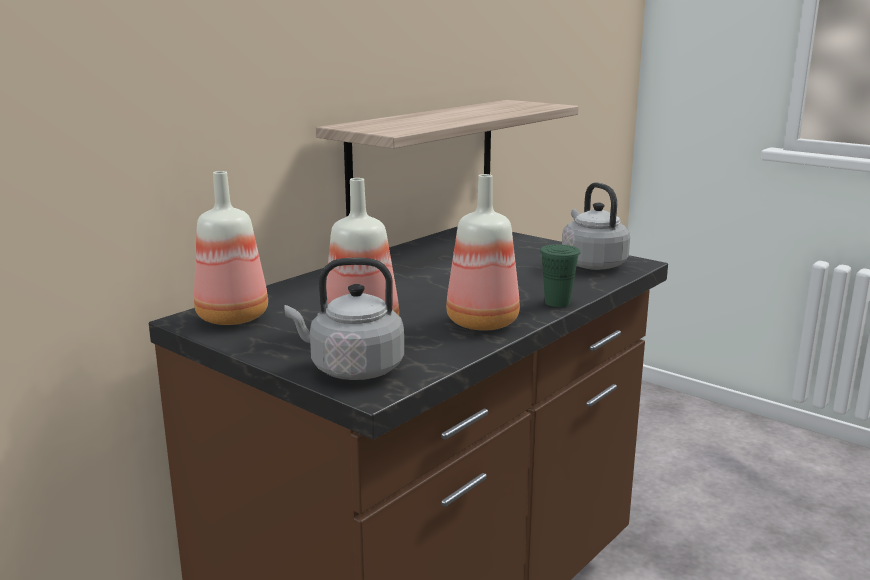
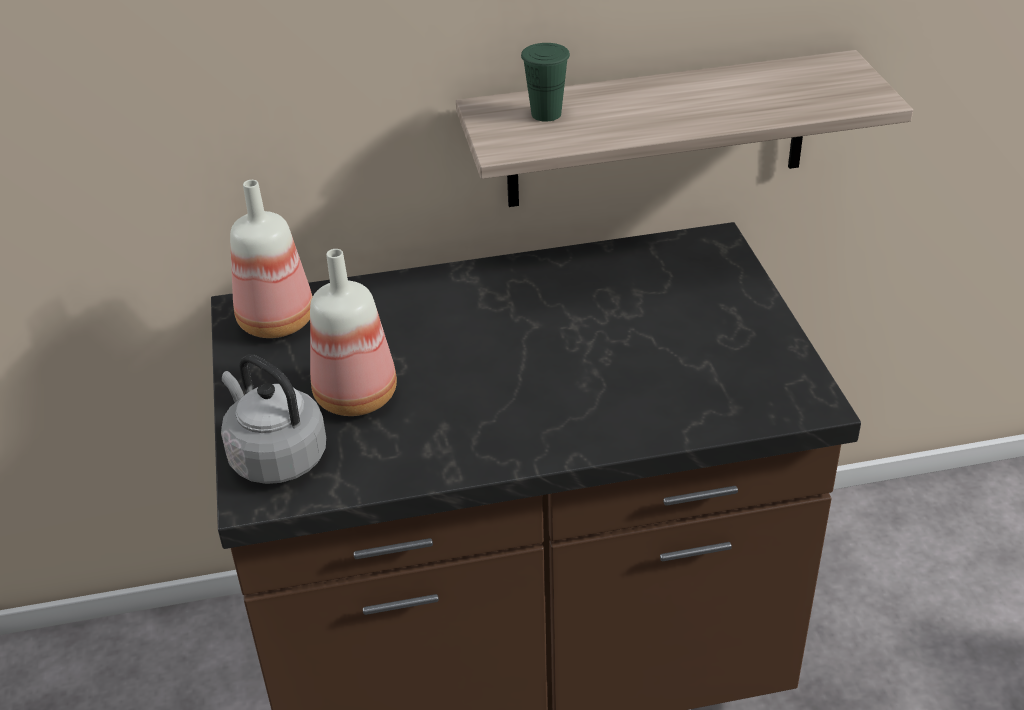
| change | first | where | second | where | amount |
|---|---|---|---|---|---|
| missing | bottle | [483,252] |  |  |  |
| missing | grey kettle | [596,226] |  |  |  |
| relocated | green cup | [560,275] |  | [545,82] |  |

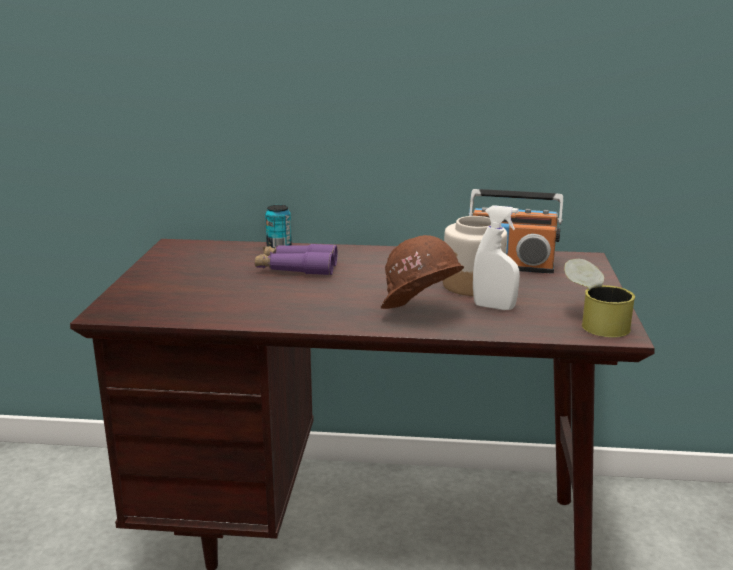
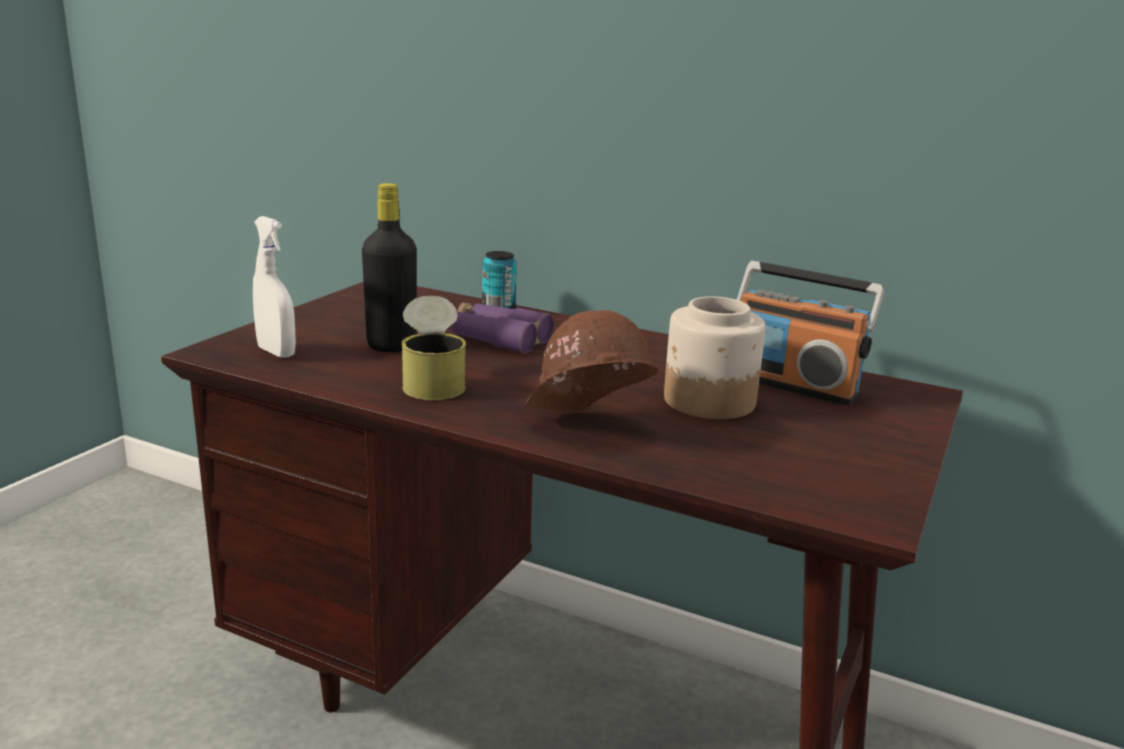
| change | first | where | second | where | amount |
|---|---|---|---|---|---|
| appeared |  |  | black bottle | [389,267] |  |
| relocated | white spray bottle | [496,257] |  | [274,287] |  |
| relocated | can | [599,298] |  | [433,348] |  |

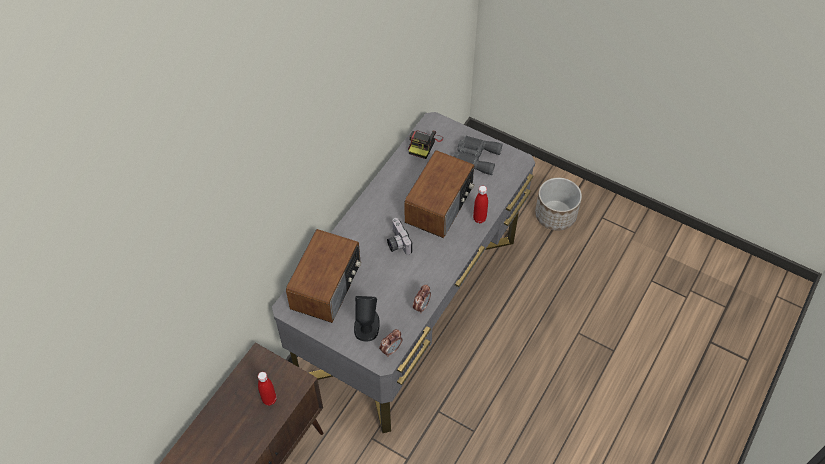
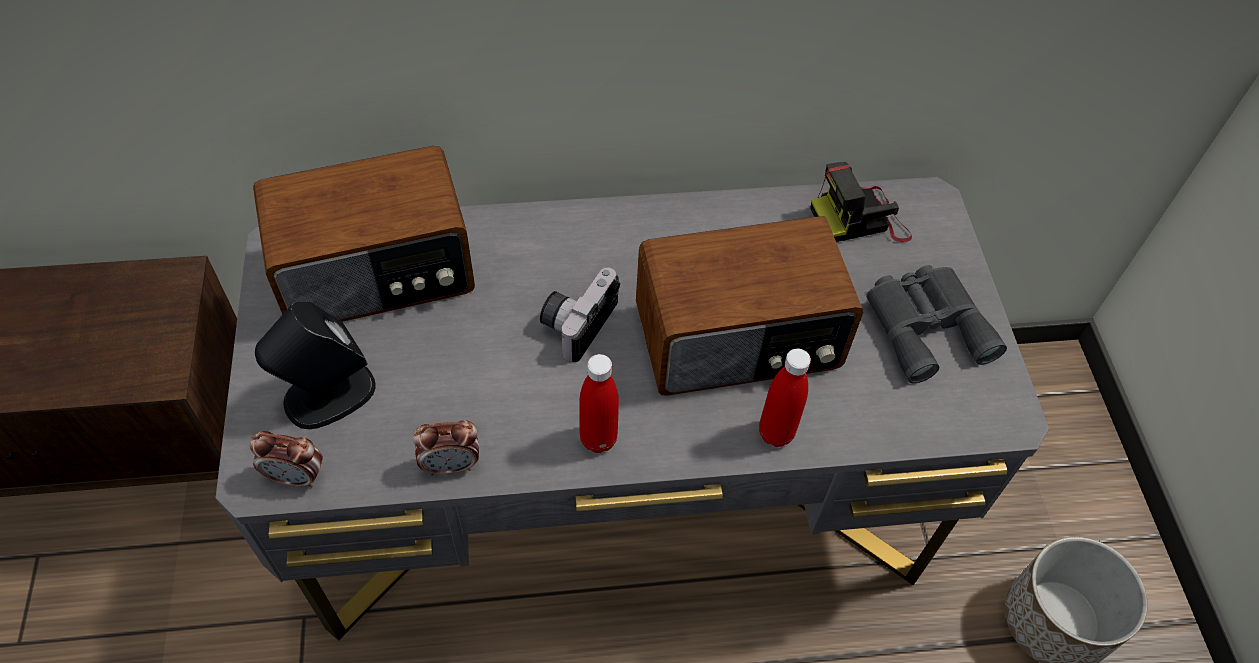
| change | first | where | second | where | amount |
|---|---|---|---|---|---|
| relocated | red bottle | [267,389] |  | [599,403] |  |

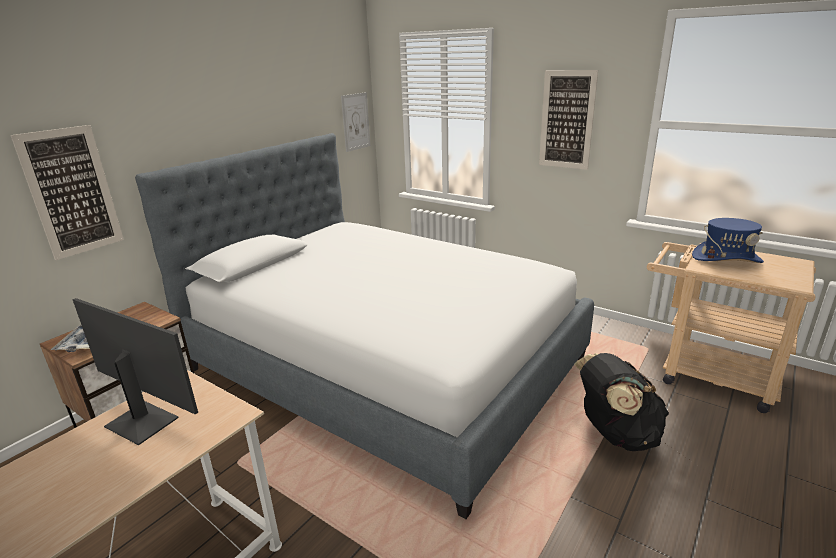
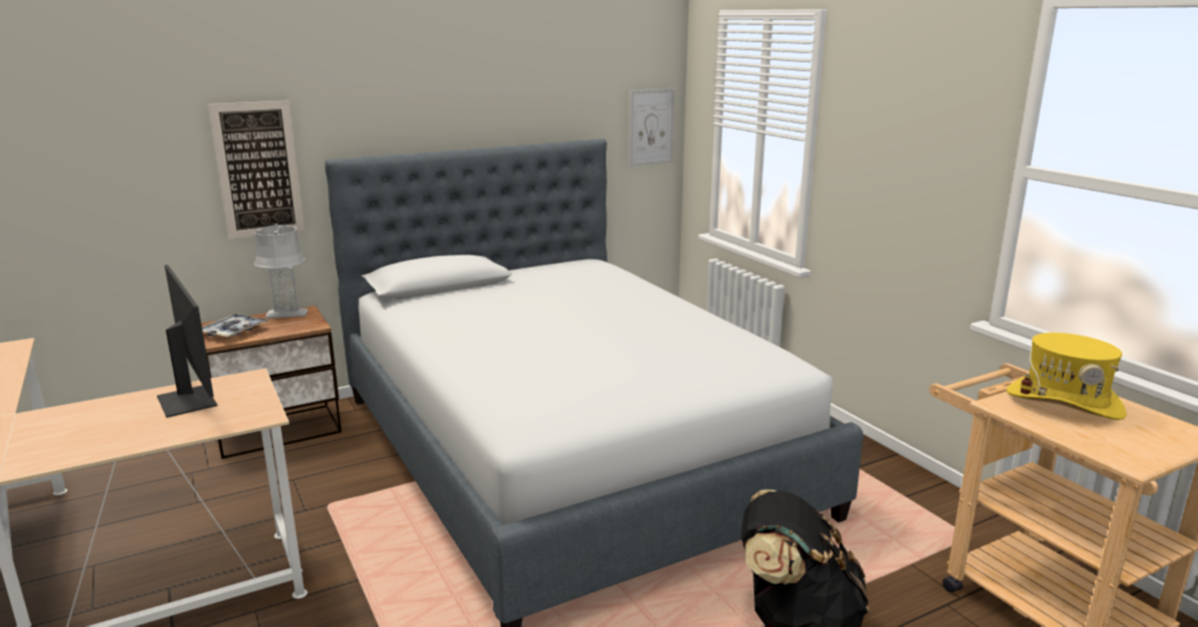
| change | first | where | second | where | amount |
|---|---|---|---|---|---|
| missing | picture | [568,120] |  |  |  |
| appeared |  |  | grey table lamp | [281,271] |  |
| colour | blue hat | [728,240] | yellow hat | [1066,376] |  |

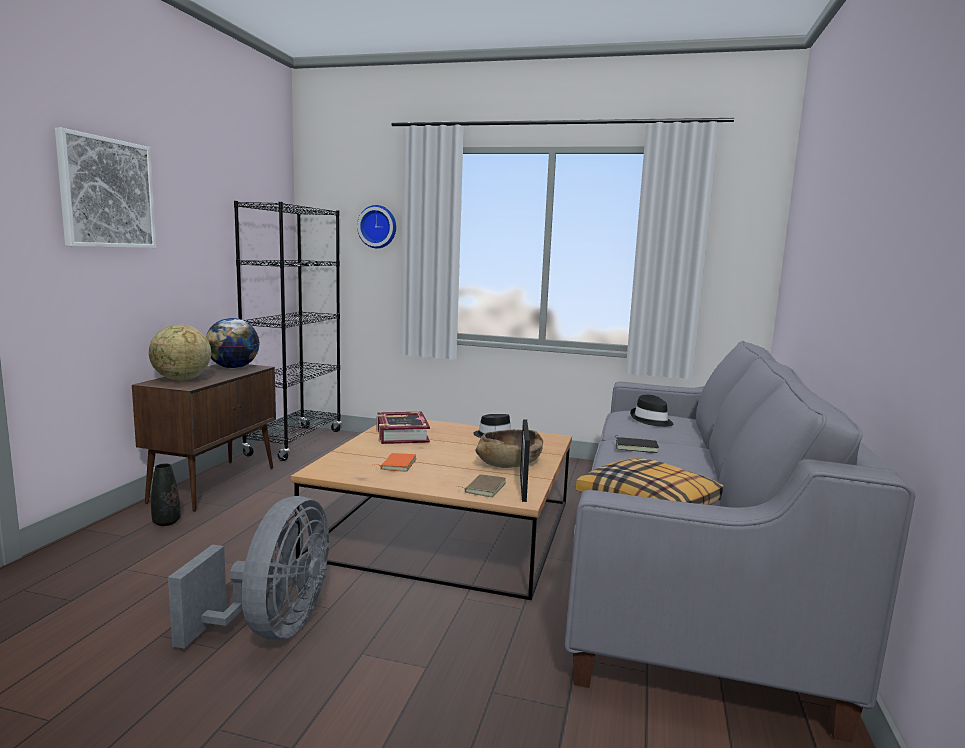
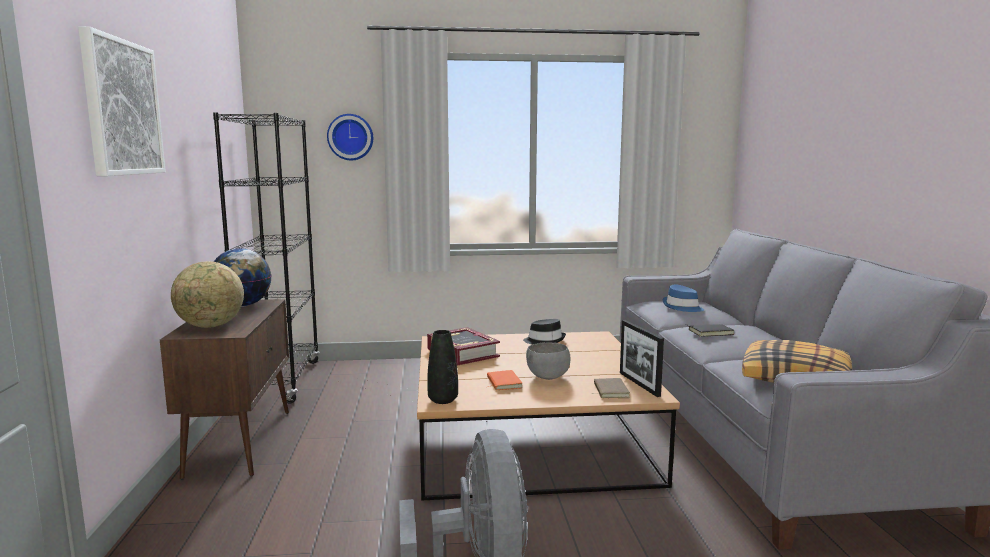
| change | first | where | second | where | amount |
|---|---|---|---|---|---|
| missing | brown bowl | [509,449] |  |  |  |
| appeared |  |  | grey bowl | [548,361] |  |
| relocated | black vase | [166,495] |  | [442,367] |  |
| colour | black hat | [651,411] | blue hat | [683,298] |  |

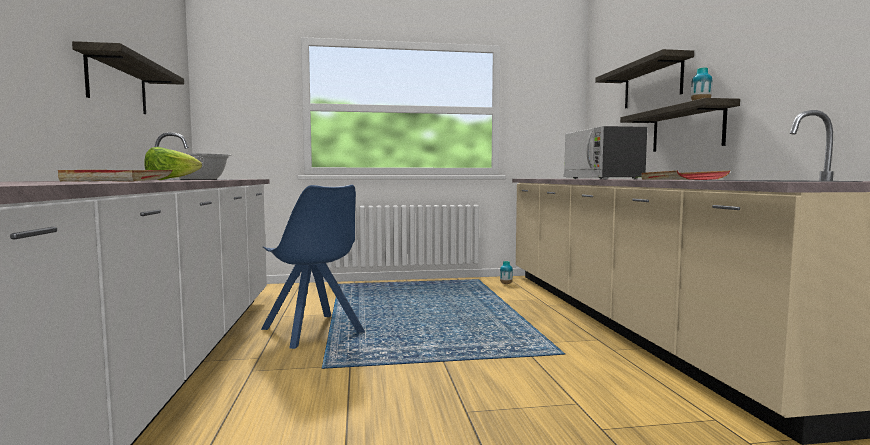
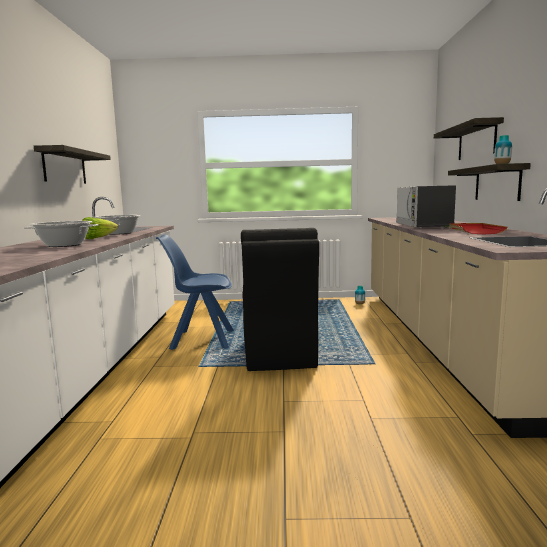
| change | first | where | second | where | amount |
|---|---|---|---|---|---|
| appeared |  |  | black chair | [280,299] |  |
| exchanged | red tray | [115,176] | cooking pot | [61,234] |  |
| spun | blue chair | [313,266] |  | [195,292] | 120 degrees clockwise |

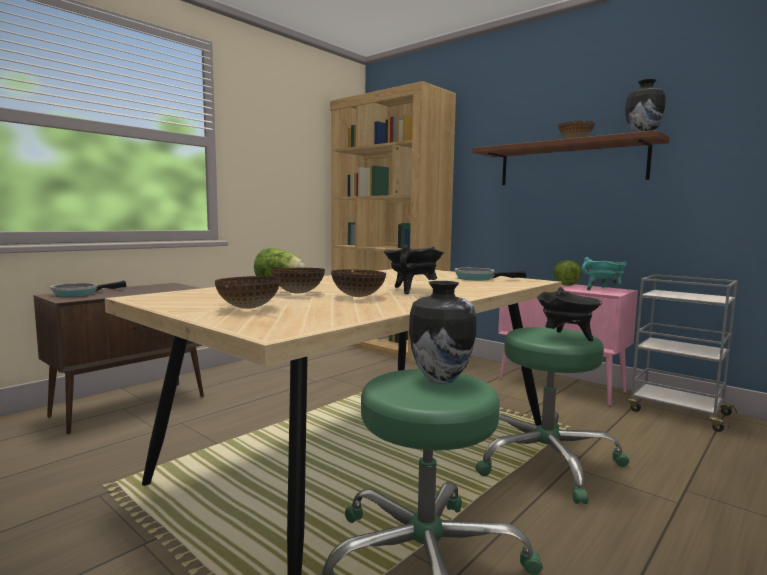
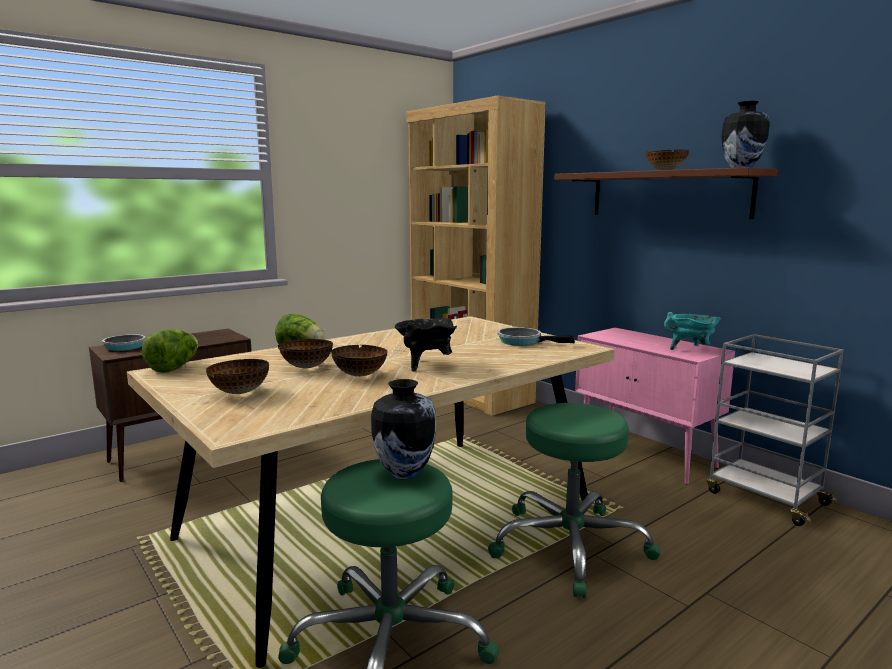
| change | first | where | second | where | amount |
|---|---|---|---|---|---|
| missing | black cooking pot | [569,314] |  |  |  |
| relocated | lettuce | [568,273] |  | [170,351] |  |

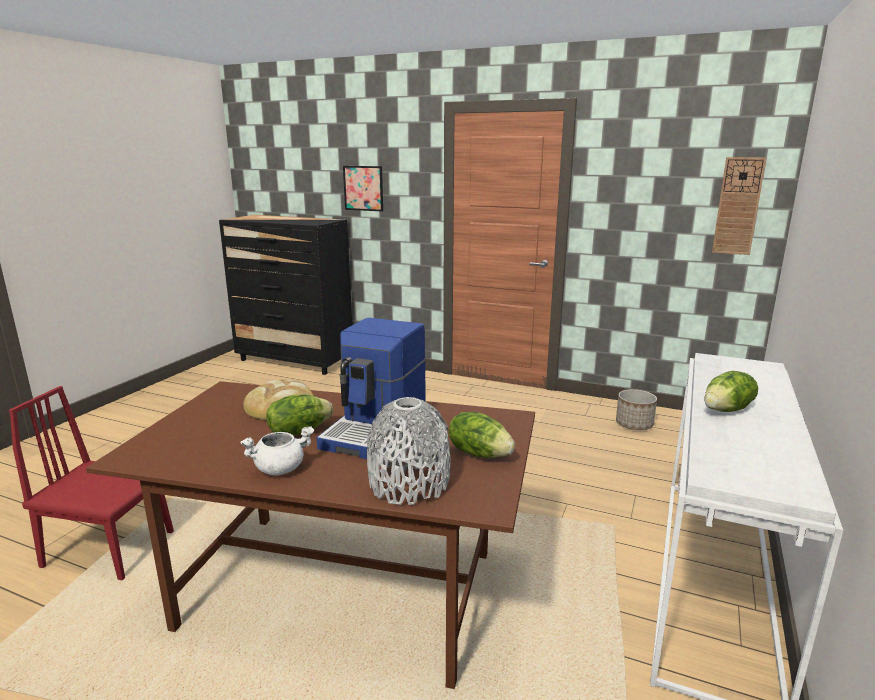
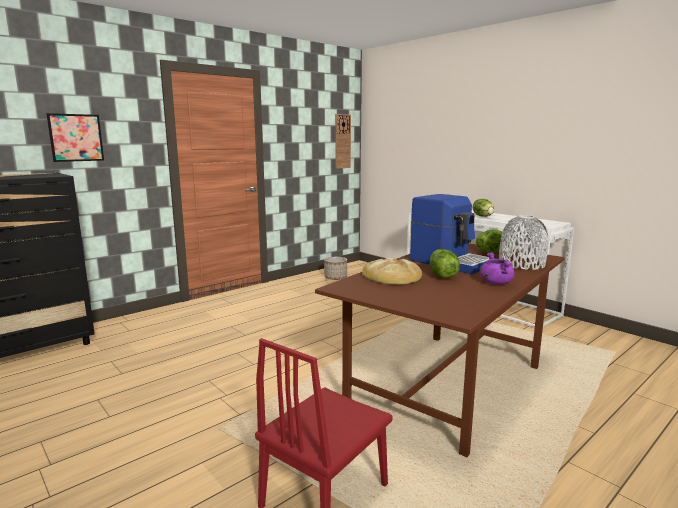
| change | first | where | second | where | amount |
|---|---|---|---|---|---|
| colour | white cooking pot | [277,450] | purple cooking pot | [497,268] |  |

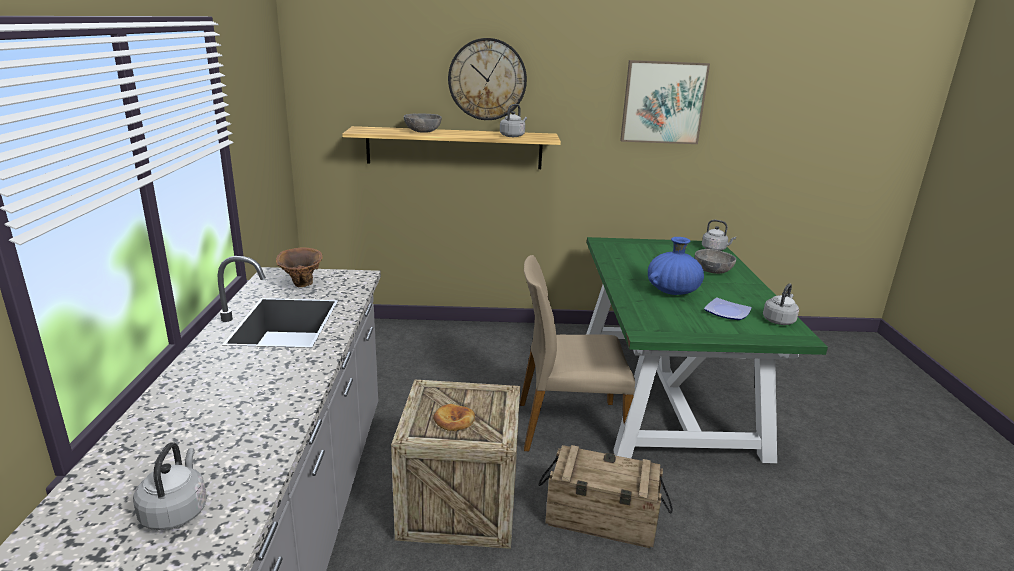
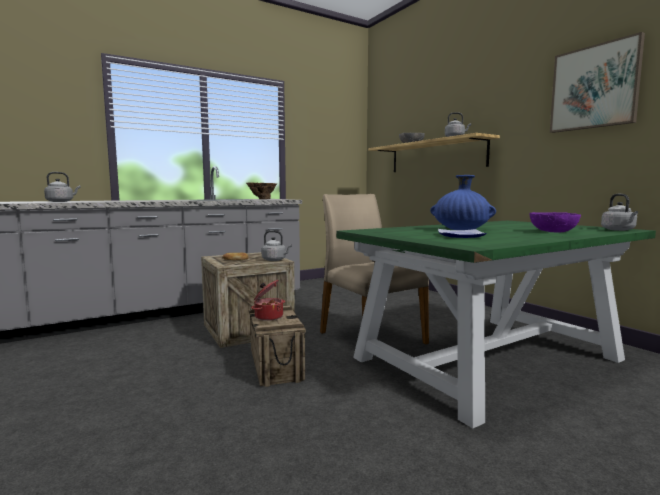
| change | first | where | second | where | amount |
|---|---|---|---|---|---|
| missing | wall clock | [487,79] |  |  |  |
| appeared |  |  | cooking pot | [268,300] |  |
| relocated | grey kettle | [781,304] |  | [277,245] |  |
| colour | grey bowl | [715,261] | purple bowl | [555,222] |  |

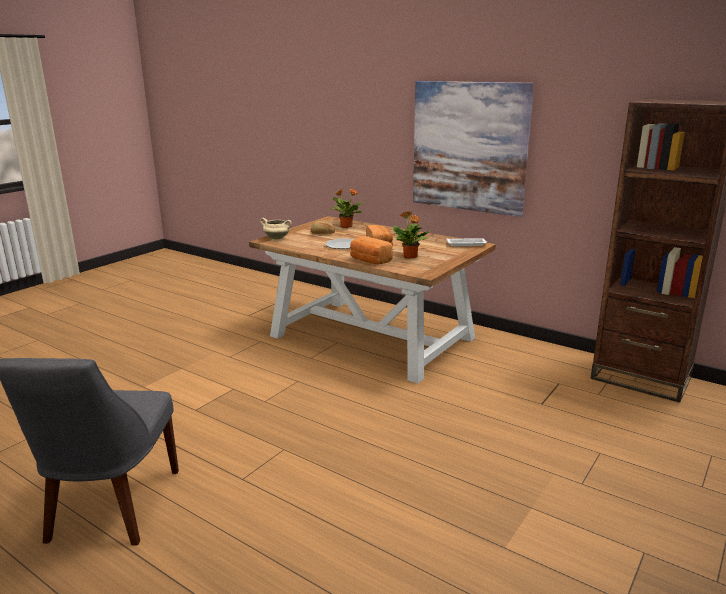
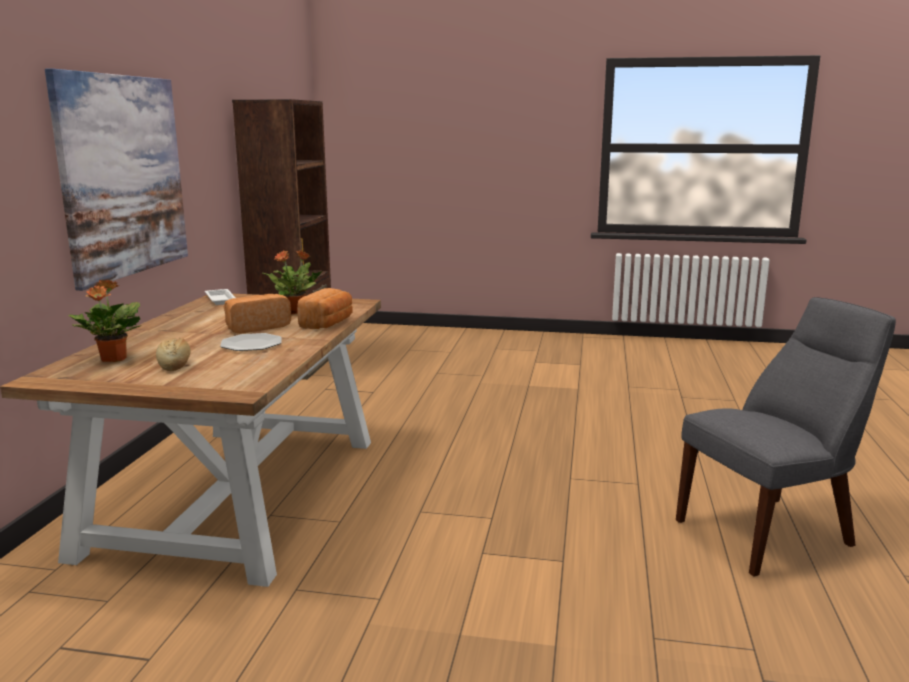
| change | first | where | second | where | amount |
|---|---|---|---|---|---|
| missing | beige cooking pot | [276,229] |  |  |  |

